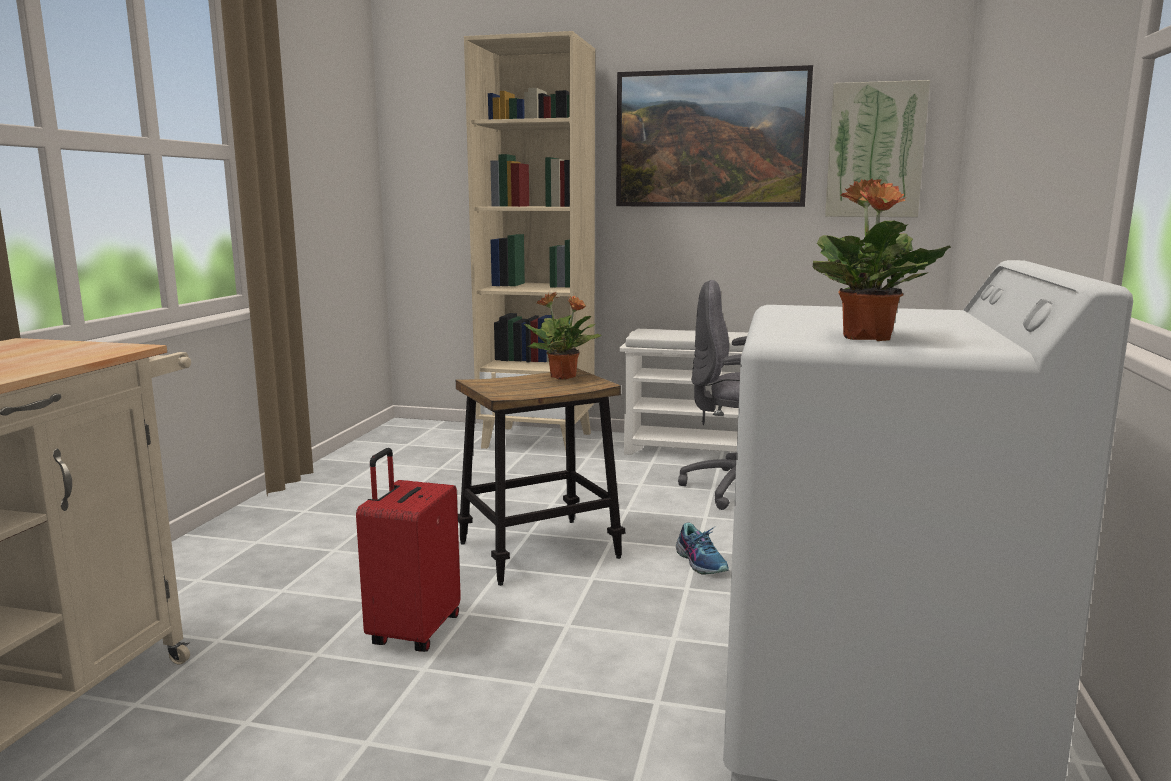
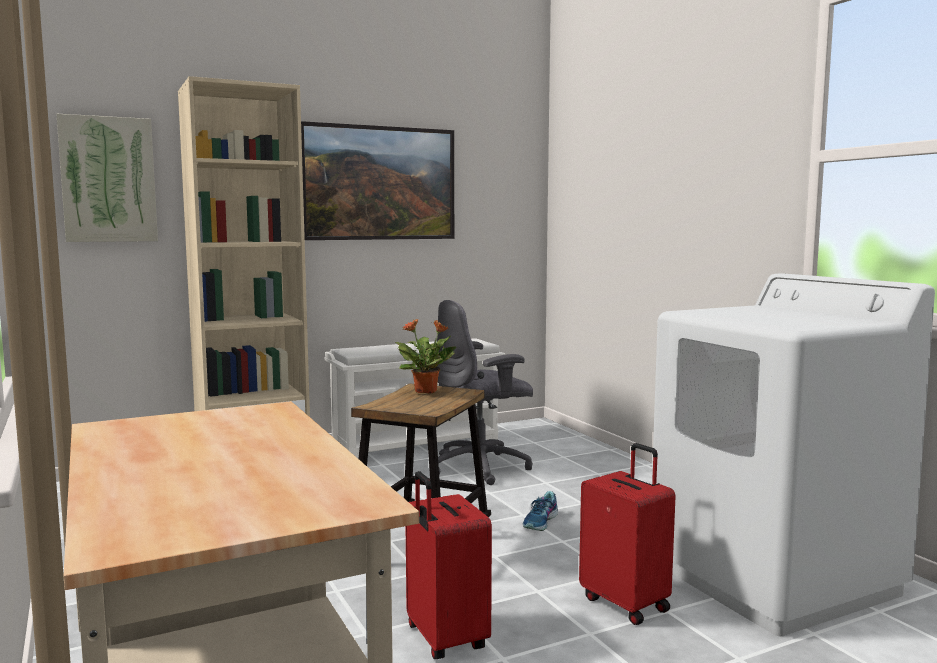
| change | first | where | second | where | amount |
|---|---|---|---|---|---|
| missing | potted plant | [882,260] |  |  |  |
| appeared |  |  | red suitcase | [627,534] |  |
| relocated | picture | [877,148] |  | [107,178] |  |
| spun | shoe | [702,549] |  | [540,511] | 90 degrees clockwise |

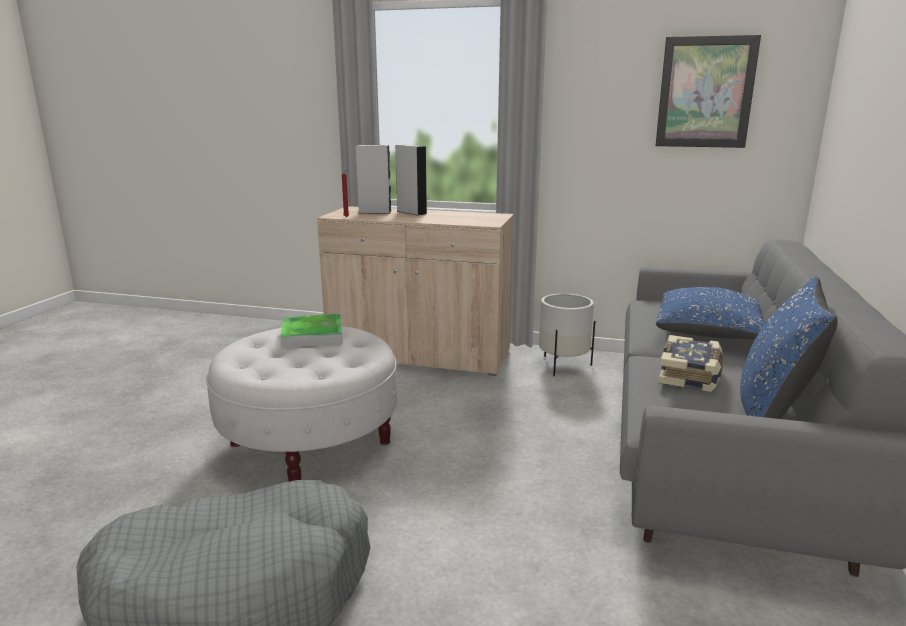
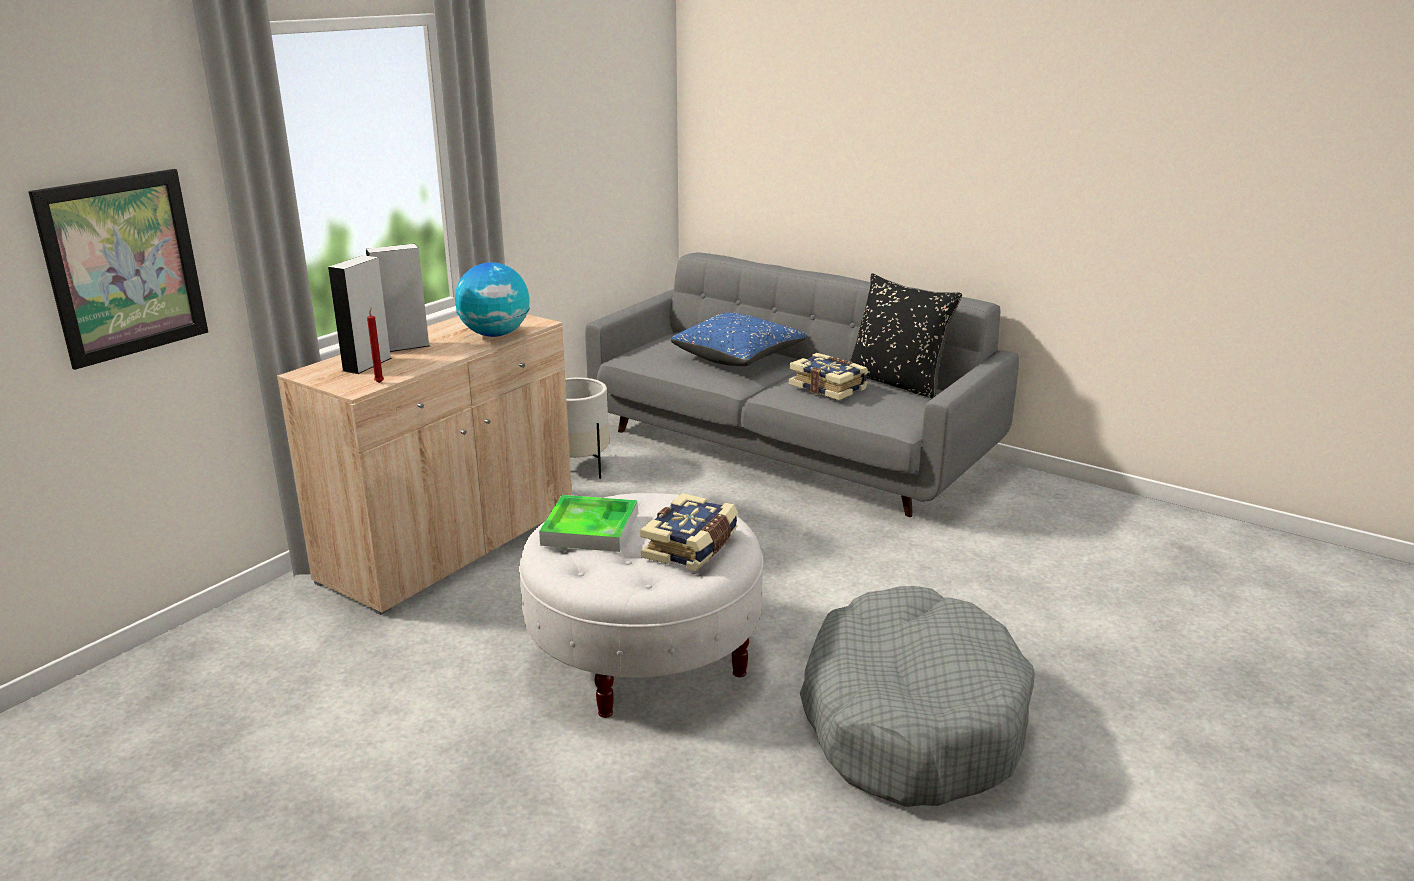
| change | first | where | second | where | amount |
|---|---|---|---|---|---|
| appeared |  |  | globe | [492,299] |  |
| appeared |  |  | book | [689,532] |  |
| relocated | picture | [708,91] |  | [118,269] |  |
| colour | blue pillow | [789,347] | black pillow | [906,336] |  |

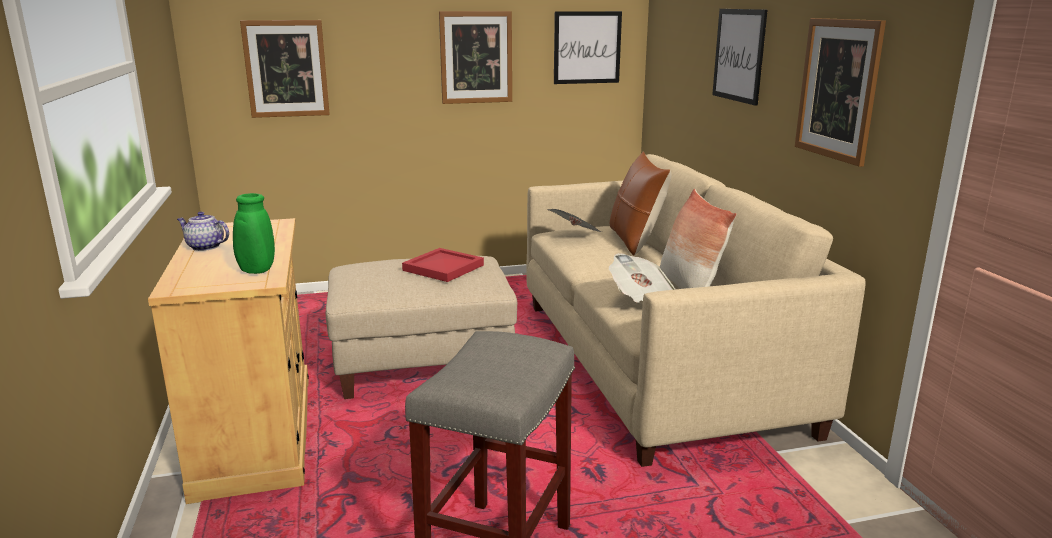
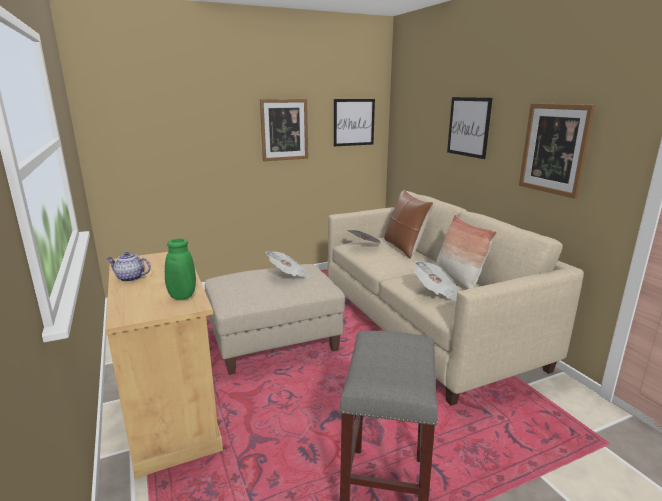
| change | first | where | second | where | amount |
|---|---|---|---|---|---|
| missing | picture | [285,69] |  |  |  |
| exchanged | red tray | [443,265] | newspaper | [287,264] |  |

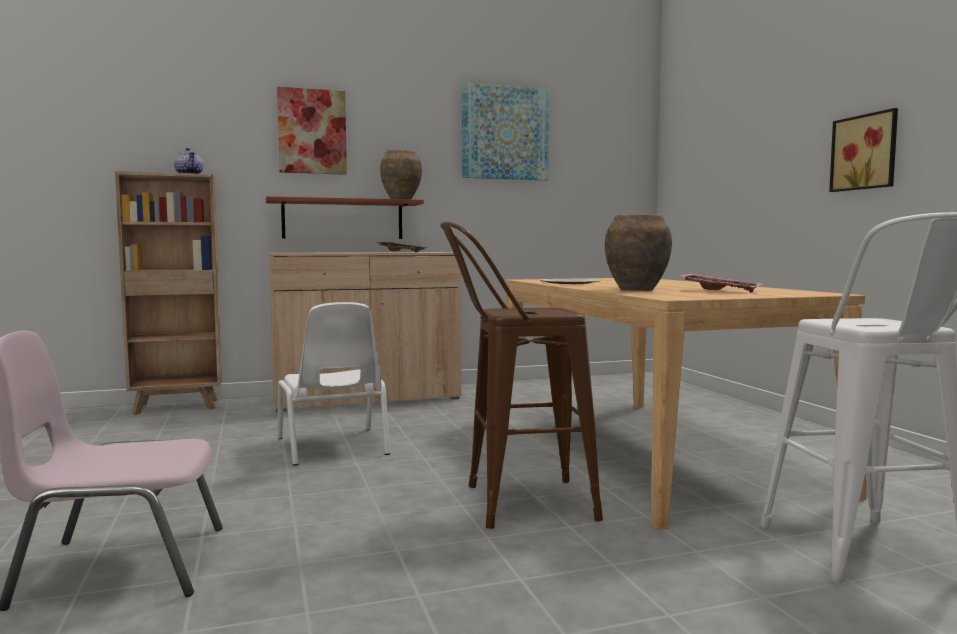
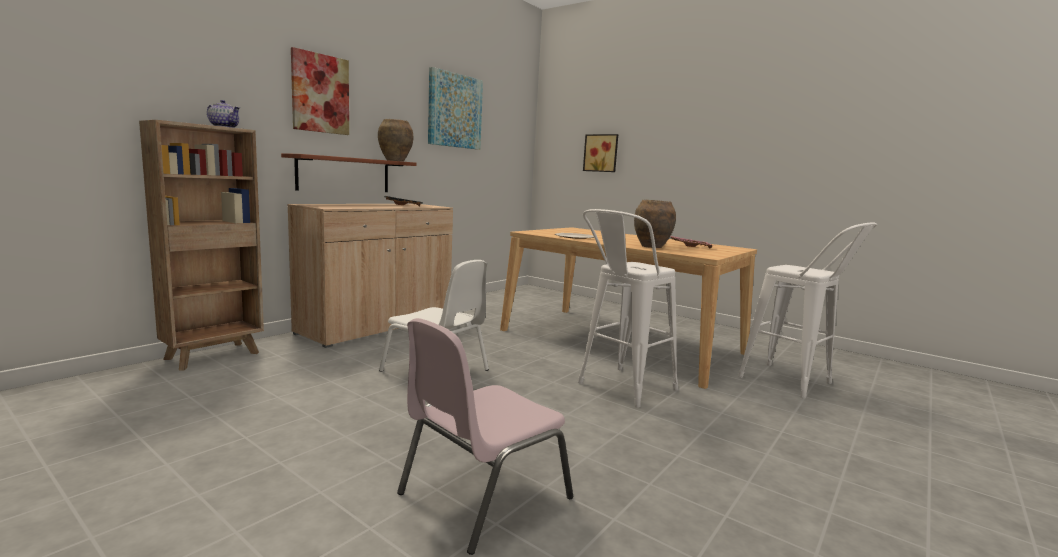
| change | first | where | second | where | amount |
|---|---|---|---|---|---|
| relocated | picture | [863,150] |  | [600,153] |  |
| colour | brown stool | [521,375] | white stool | [628,308] |  |

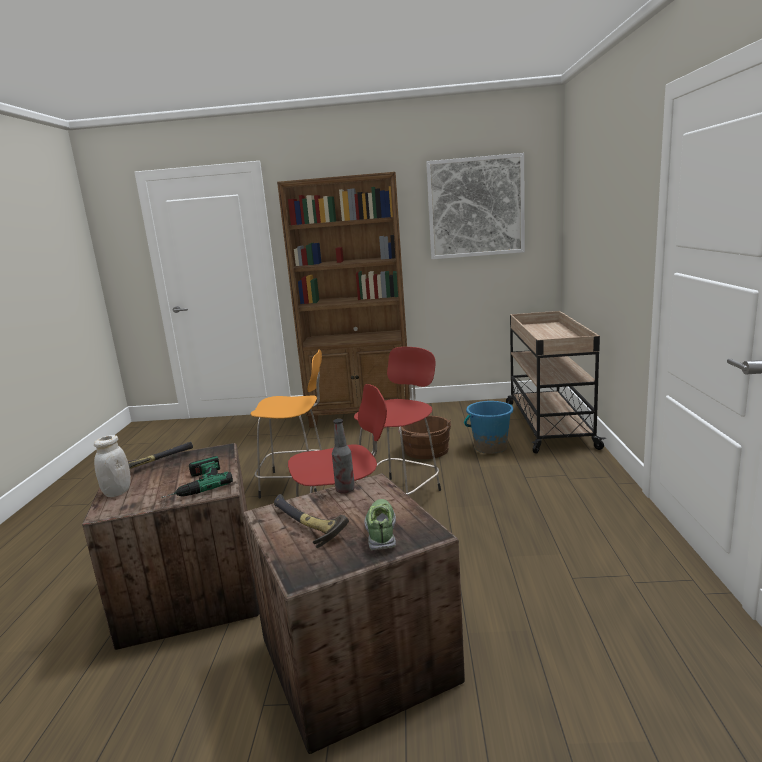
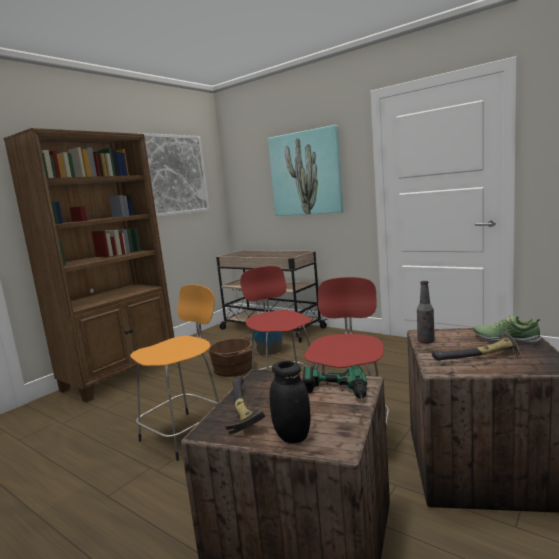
| change | first | where | second | where | amount |
|---|---|---|---|---|---|
| appeared |  |  | picture | [305,170] |  |
| colour | white jar | [112,466] | black jar | [290,402] |  |

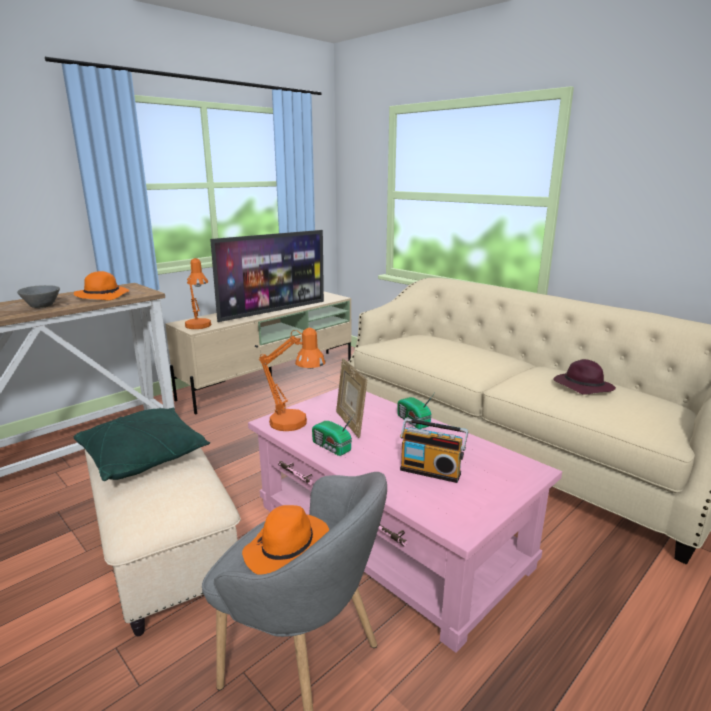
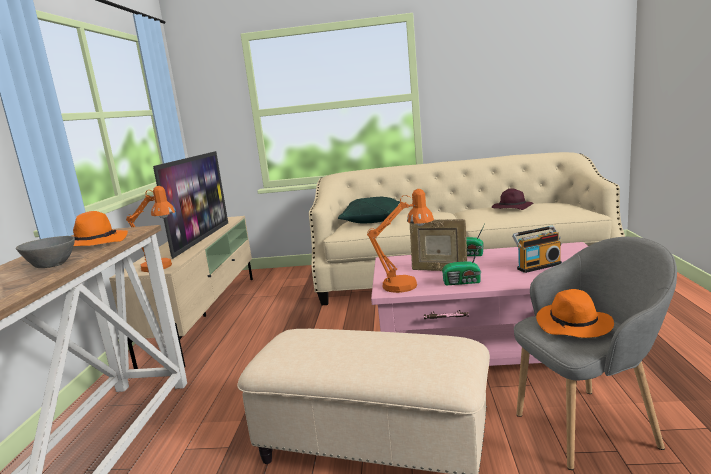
| change | first | where | second | where | amount |
|---|---|---|---|---|---|
| relocated | green pillow | [142,444] |  | [369,210] |  |

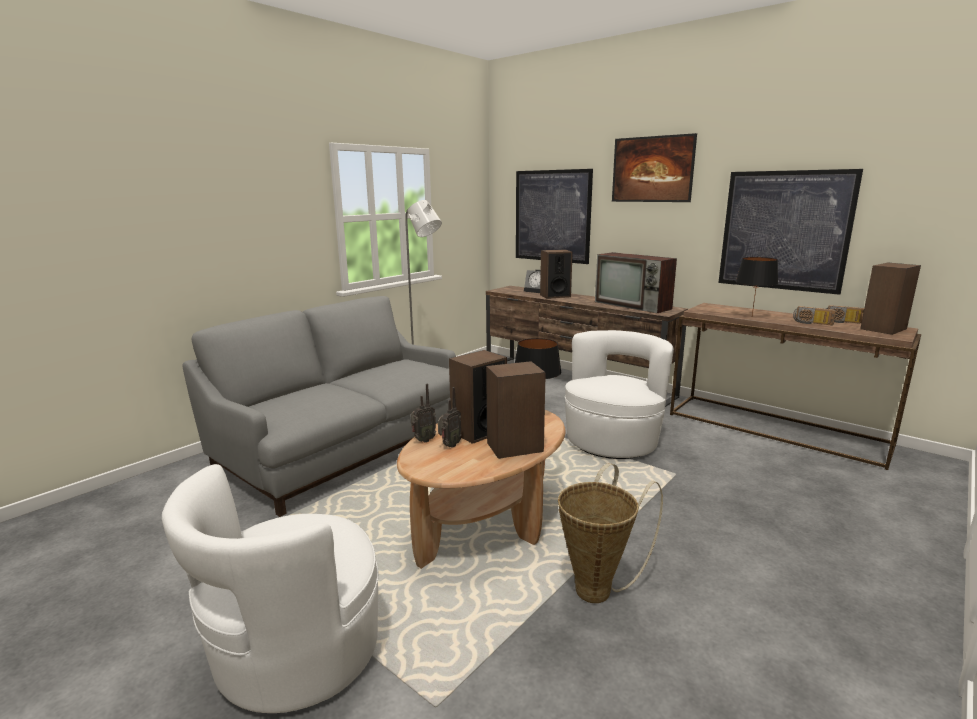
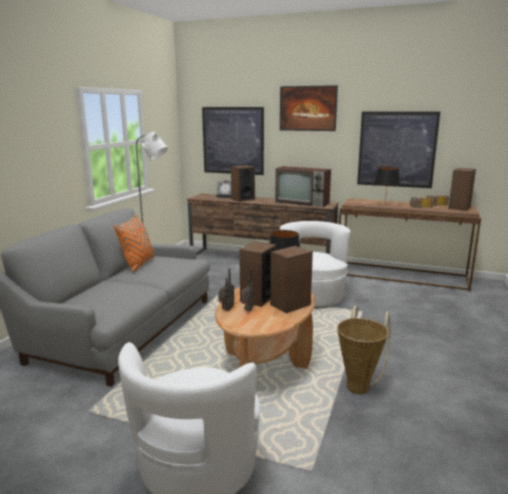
| change | first | where | second | where | amount |
|---|---|---|---|---|---|
| appeared |  |  | orange pillow | [134,244] |  |

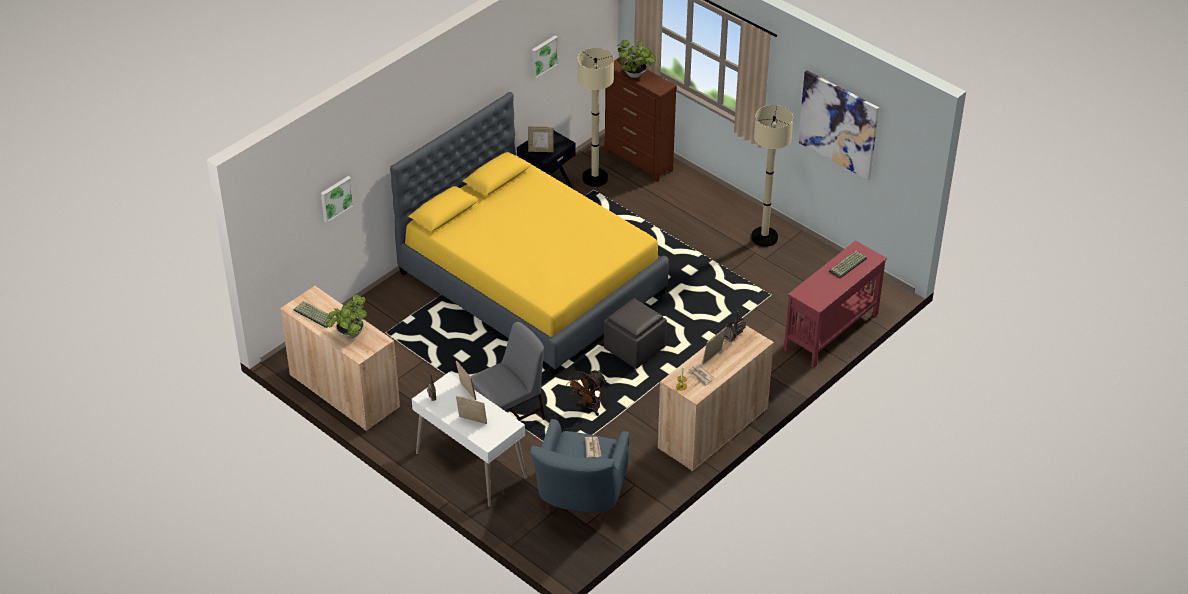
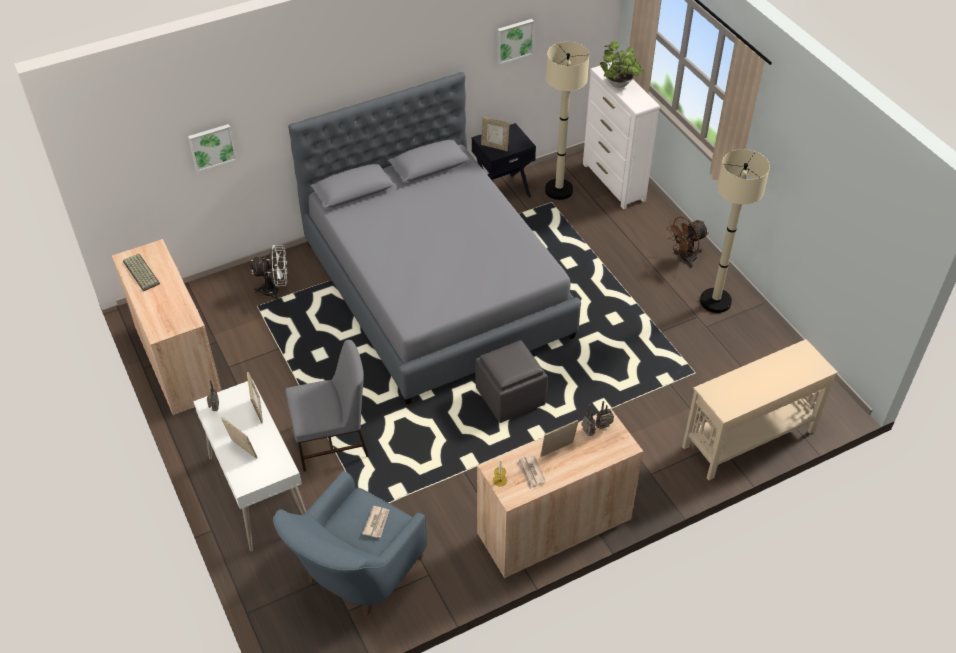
| change | first | where | second | where | amount |
|---|---|---|---|---|---|
| missing | potted plant | [346,316] |  |  |  |
| missing | picture | [838,125] |  |  |  |
| missing | keyboard | [848,264] |  |  |  |
| appeared |  |  | white fan | [269,272] |  |
| relocated | brown fan | [586,393] |  | [687,242] |  |
| colour | yellow bed | [529,233] | grey bed | [434,238] |  |
| colour | brown dresser | [641,119] | white dresser | [621,135] |  |
| colour | red console table | [835,304] | beige console table | [760,409] |  |

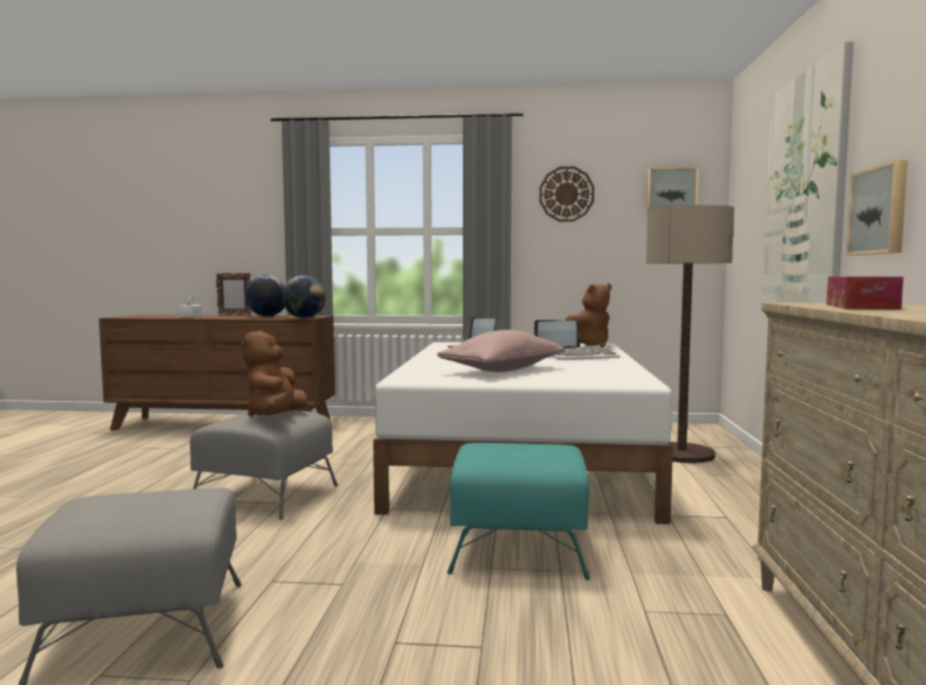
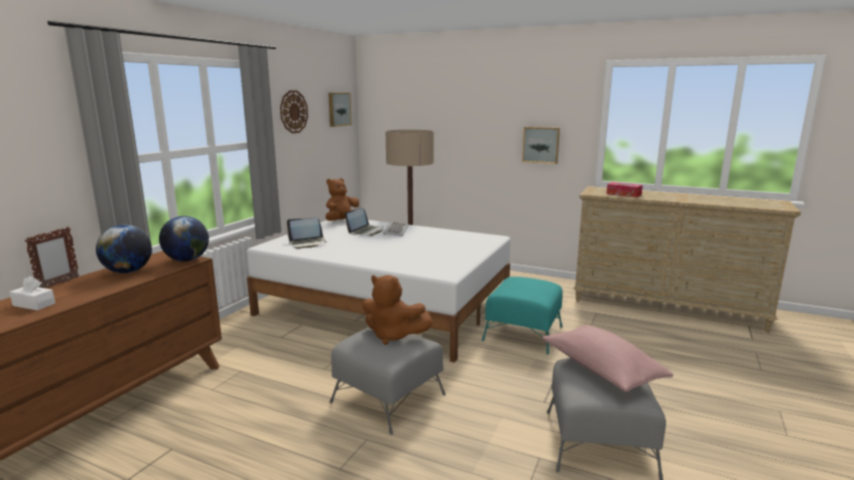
| change | first | where | second | where | amount |
|---|---|---|---|---|---|
| missing | picture | [807,172] |  |  |  |
| relocated | pink pillow | [501,351] |  | [607,358] |  |
| spun | brown plush toy | [588,315] |  | [342,199] | 120 degrees counterclockwise |

